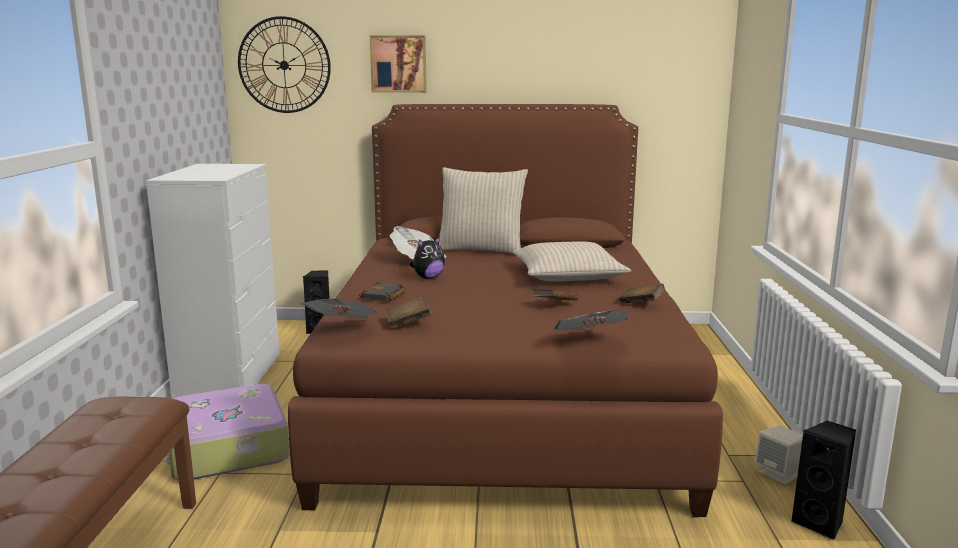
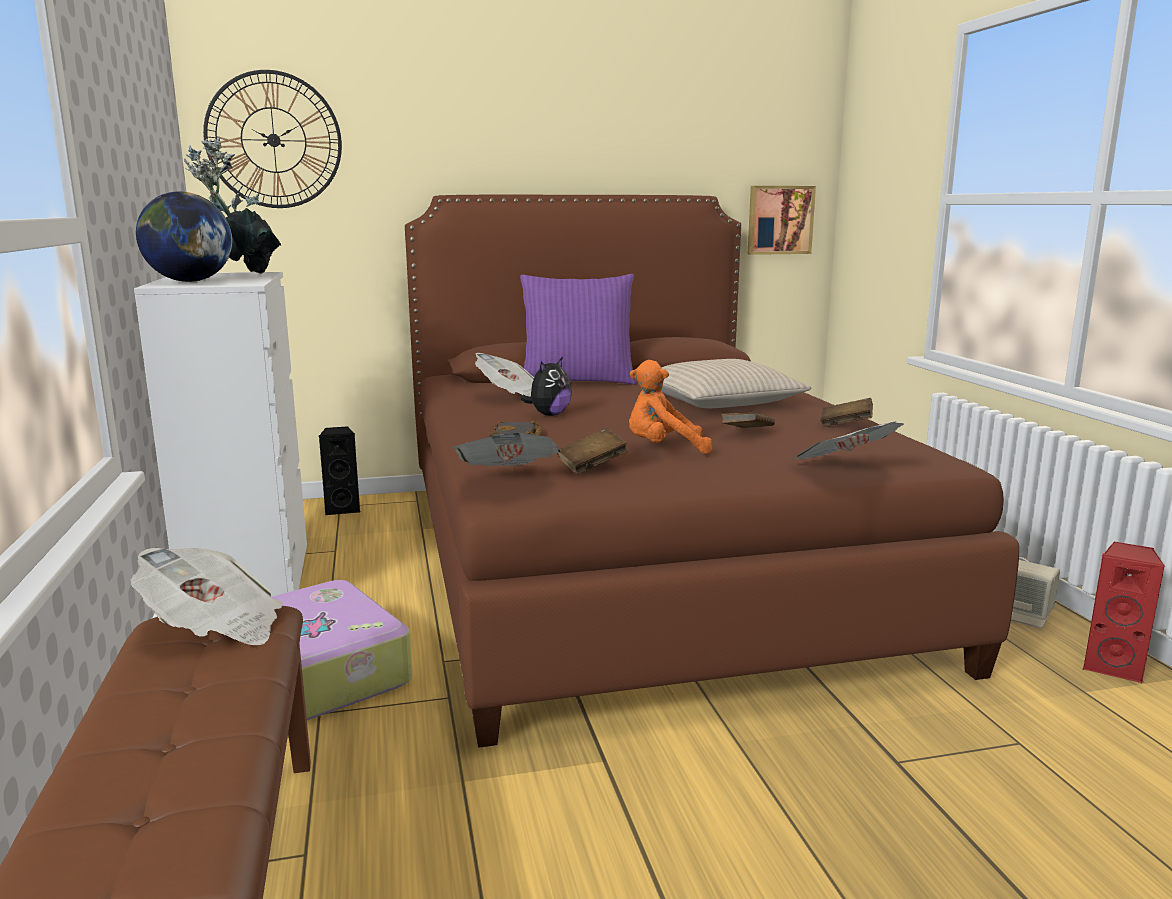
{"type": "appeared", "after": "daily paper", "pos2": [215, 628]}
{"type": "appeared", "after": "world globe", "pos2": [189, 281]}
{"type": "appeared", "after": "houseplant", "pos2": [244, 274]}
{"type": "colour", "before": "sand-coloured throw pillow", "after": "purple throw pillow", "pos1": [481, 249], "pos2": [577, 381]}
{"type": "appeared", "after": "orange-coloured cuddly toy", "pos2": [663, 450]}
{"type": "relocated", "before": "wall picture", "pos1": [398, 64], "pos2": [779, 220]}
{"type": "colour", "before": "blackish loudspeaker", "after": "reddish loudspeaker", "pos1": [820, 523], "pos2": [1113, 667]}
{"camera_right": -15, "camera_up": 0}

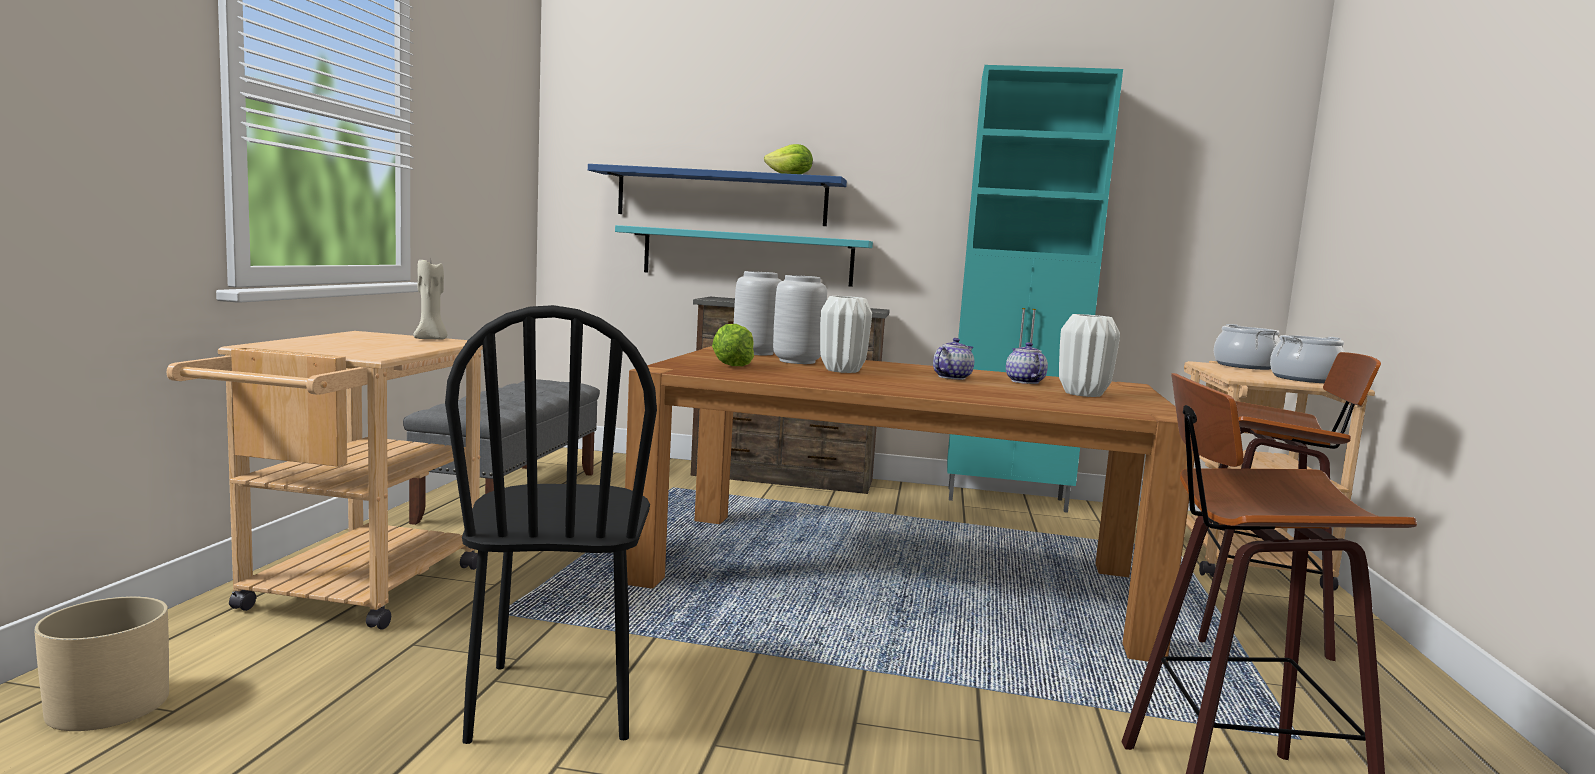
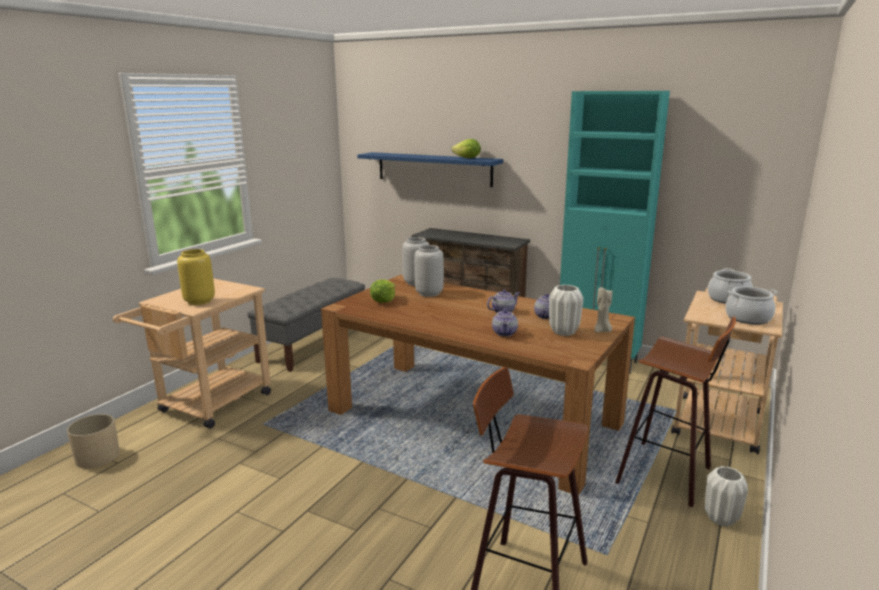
{"type": "appeared", "after": "yellowish decorative vase", "pos2": [200, 301]}
{"type": "appeared", "after": "teapot", "pos2": [505, 333]}
{"type": "relocated", "before": "sand-coloured wax light", "pos1": [431, 339], "pos2": [602, 331]}
{"type": "relocated", "before": "whitish decorative vase", "pos1": [842, 370], "pos2": [721, 519]}
{"type": "missing", "before": "blackish upright chair", "pos1": [555, 701]}
{"type": "missing", "before": "turquoise bracket shelf", "pos1": [747, 256]}
{"camera_right": 20, "camera_up": 10}

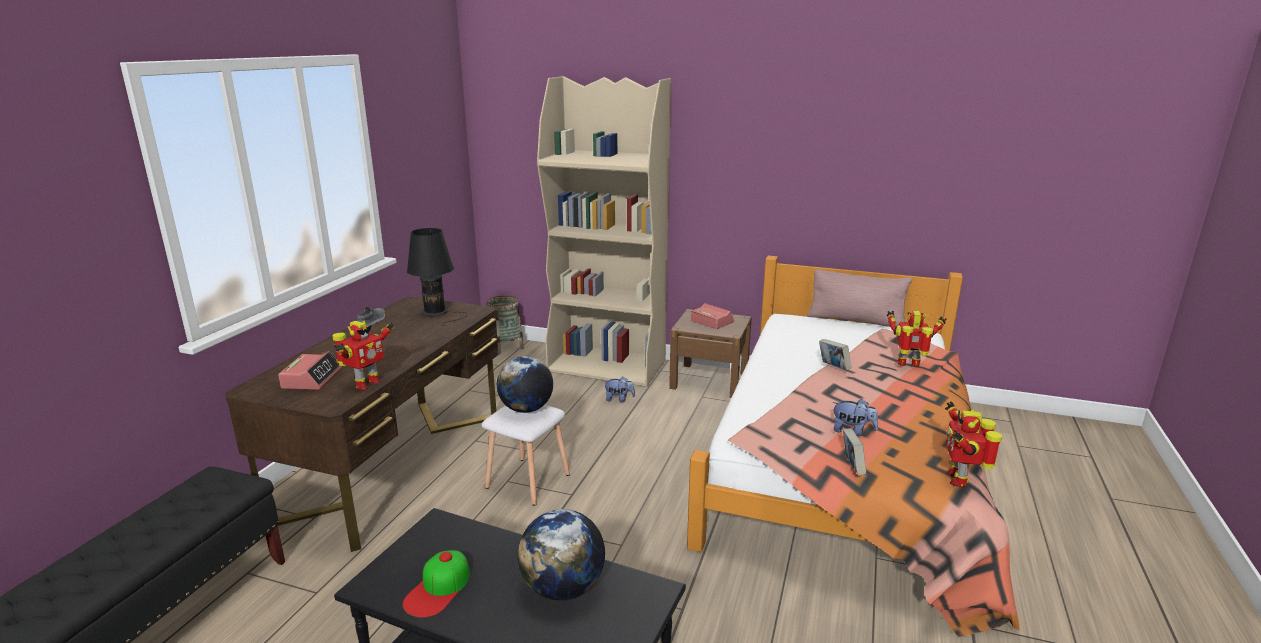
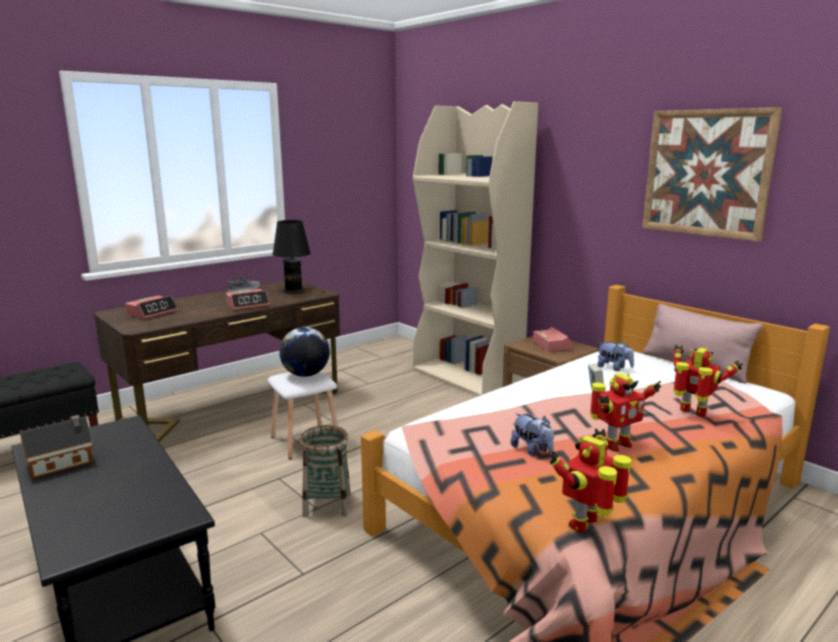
{"type": "exchanged", "before": "cap", "after": "toy house", "pos1": [438, 589], "pos2": [63, 462]}
{"type": "appeared", "after": "bedside clock", "pos2": [248, 305]}
{"type": "relocated", "before": "basket", "pos1": [505, 347], "pos2": [327, 504]}
{"type": "relocated", "before": "model robot", "pos1": [366, 384], "pos2": [615, 445]}
{"type": "relocated", "before": "cuddly toy", "pos1": [619, 399], "pos2": [614, 368]}
{"type": "appeared", "after": "wall picture", "pos2": [706, 173]}
{"type": "missing", "before": "world globe", "pos1": [563, 588]}
{"type": "missing", "before": "book", "pos1": [852, 467]}
{"camera_right": 30, "camera_up": -5}

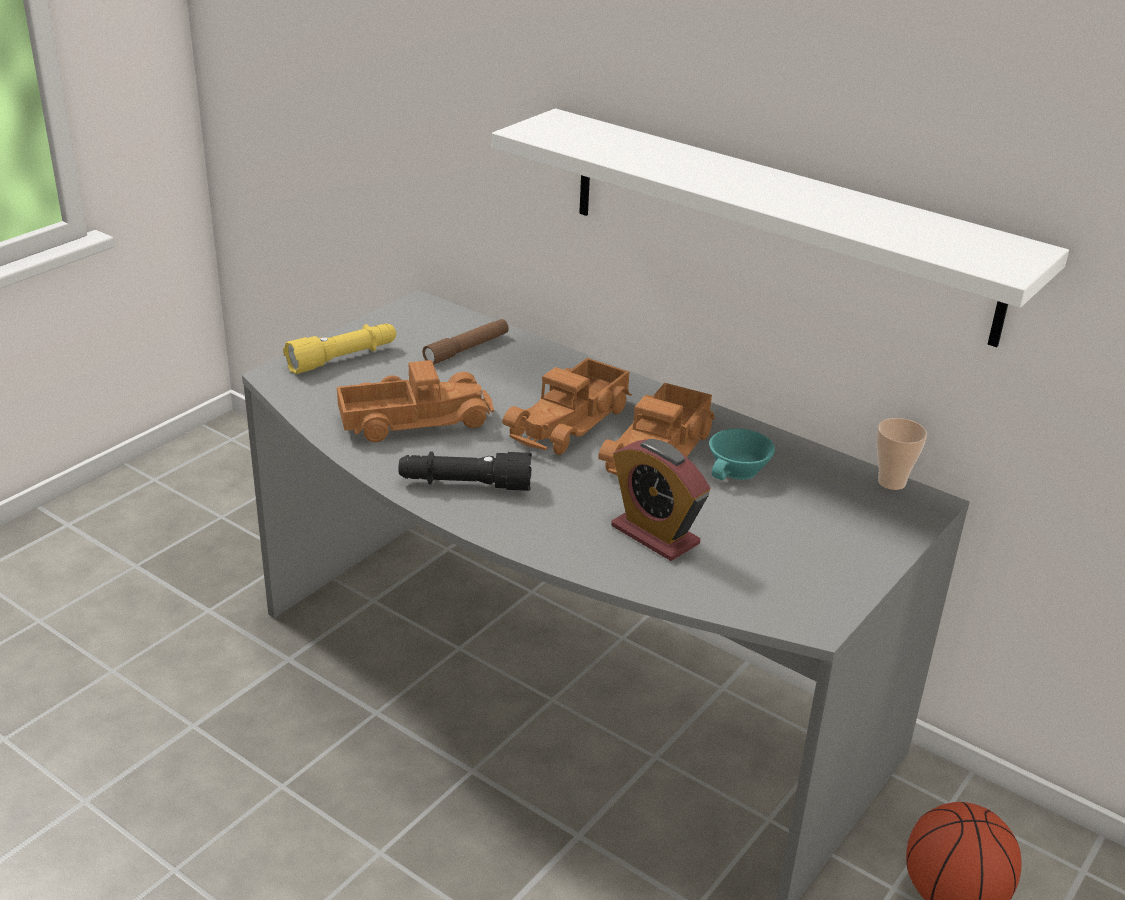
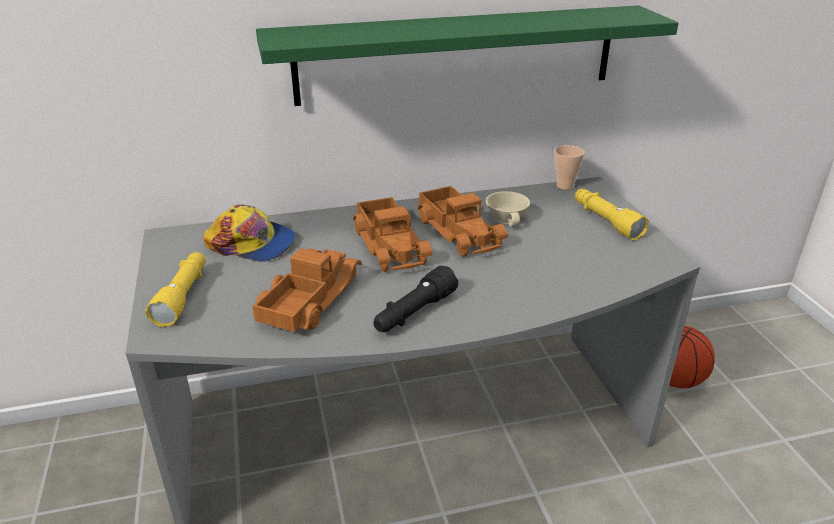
{"type": "exchanged", "before": "brownish hand torch", "after": "cap", "pos1": [467, 349], "pos2": [252, 244]}
{"type": "colour", "before": "whitish bracket shelf", "after": "greenish bracket shelf", "pos1": [777, 223], "pos2": [457, 54]}
{"type": "colour", "before": "turquoise cup", "after": "sand-coloured cup", "pos1": [739, 471], "pos2": [508, 218]}
{"type": "appeared", "after": "yellowish hand torch", "pos2": [605, 221]}
{"type": "missing", "before": "bedside clock", "pos1": [655, 535]}
{"camera_right": -50, "camera_up": 0}

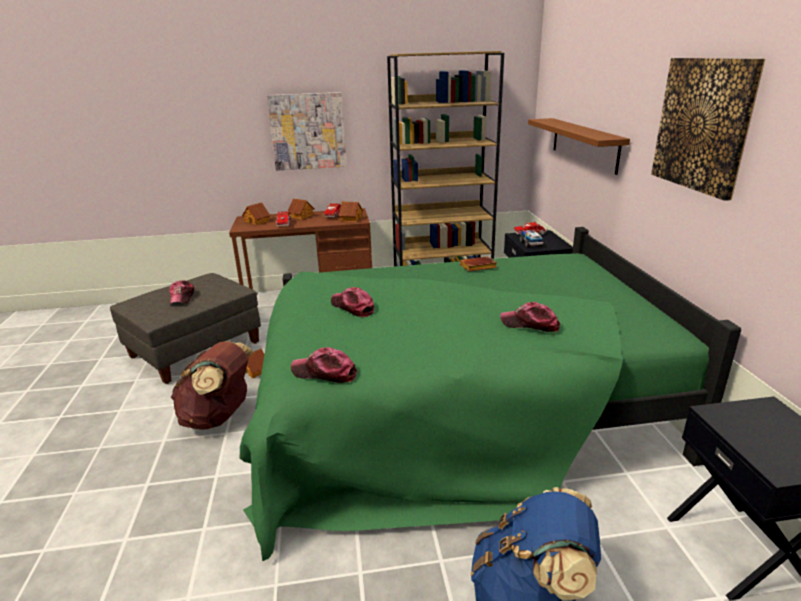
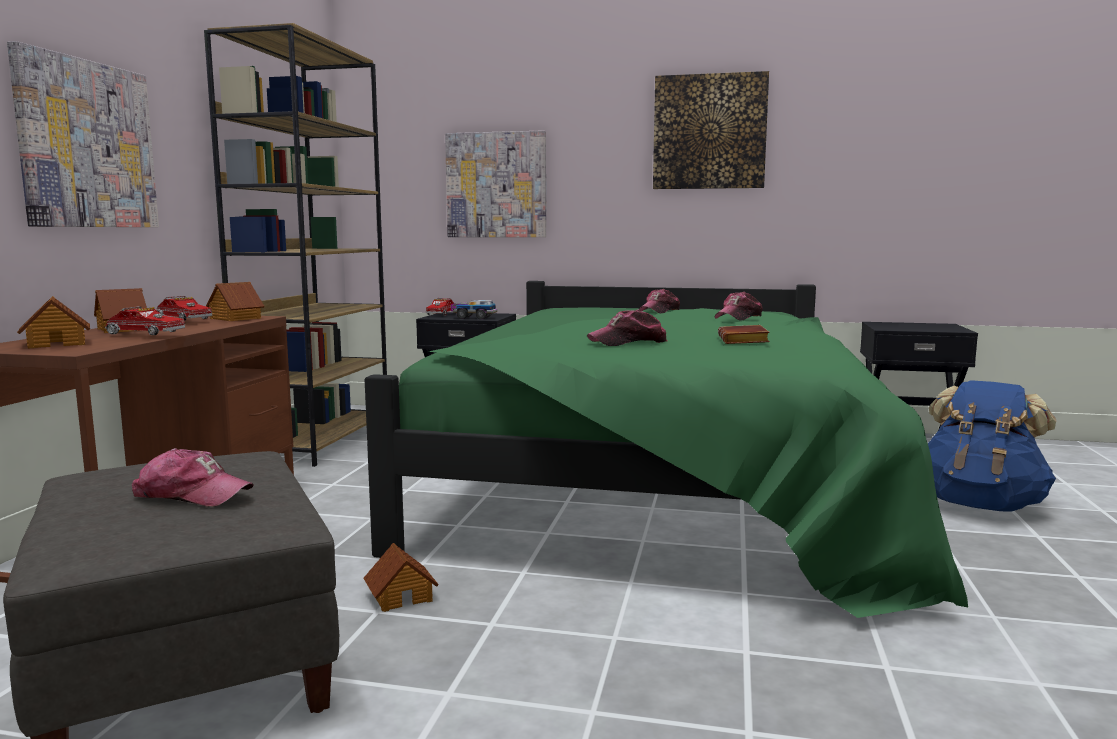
{"type": "exchanged", "before": "brownish bracket shelf", "after": "wall picture", "pos1": [584, 144], "pos2": [496, 185]}
{"type": "relocated", "before": "cap", "pos1": [324, 373], "pos2": [659, 311]}
{"type": "relocated", "before": "brownish book", "pos1": [477, 267], "pos2": [745, 341]}
{"type": "missing", "before": "brownish rucksack", "pos1": [219, 417]}
{"camera_right": -70, "camera_up": -15}

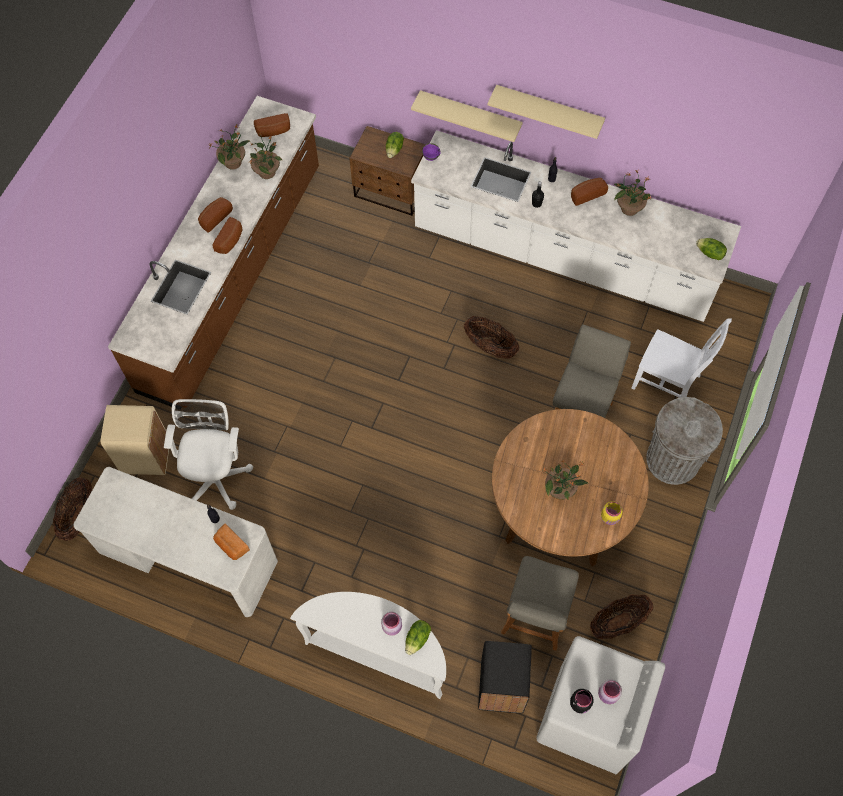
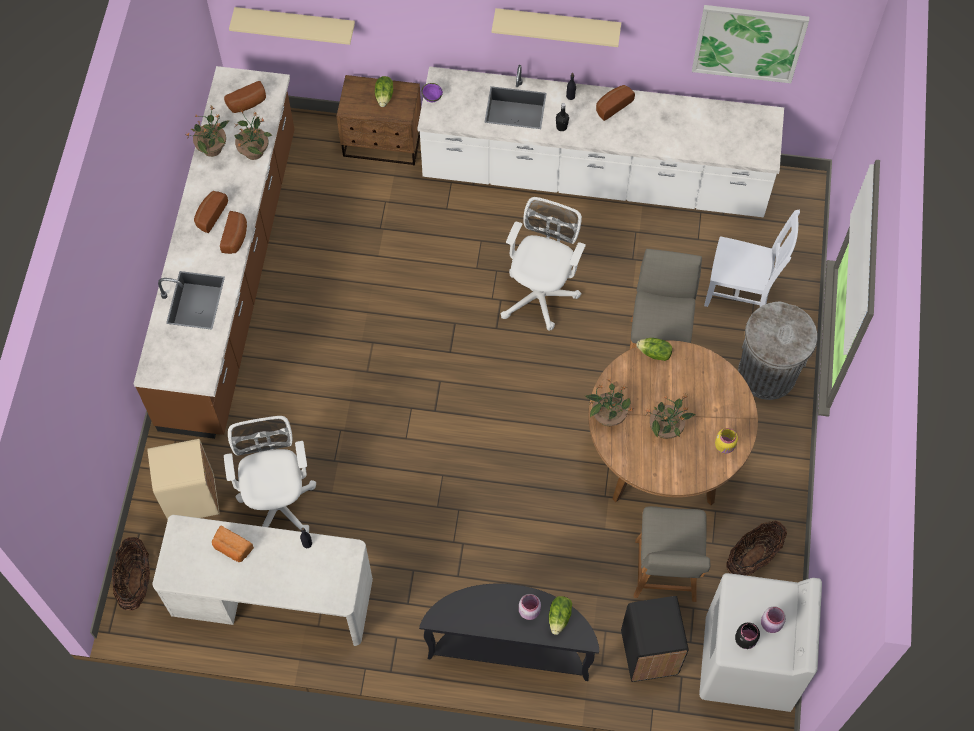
{"type": "relocated", "before": "bakery bread", "pos1": [231, 546], "pos2": [232, 548]}
{"type": "relocated", "before": "sand-coloured bracket shelf", "pos1": [470, 115], "pos2": [296, 23]}
{"type": "colour", "before": "whitish narrow table", "after": "blackish narrow table", "pos1": [379, 652], "pos2": [510, 648]}
{"type": "exchanged", "before": "basket", "after": "whitish computer chair", "pos1": [490, 346], "pos2": [540, 293]}
{"type": "relocated", "before": "houseplant", "pos1": [629, 208], "pos2": [608, 416]}
{"type": "relocated", "before": "lettuce head", "pos1": [710, 253], "pos2": [654, 353]}
{"type": "appeared", "after": "wall picture", "pos2": [749, 42]}
{"camera_right": -15, "camera_up": 0}

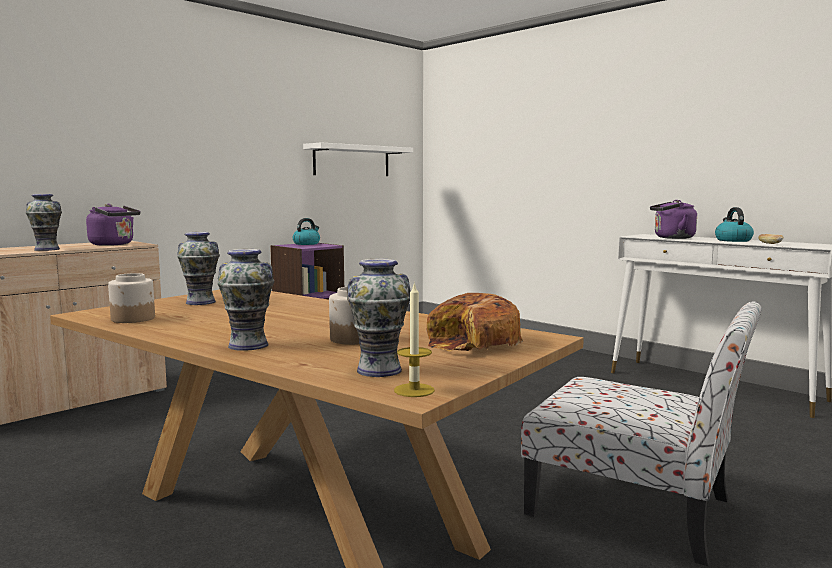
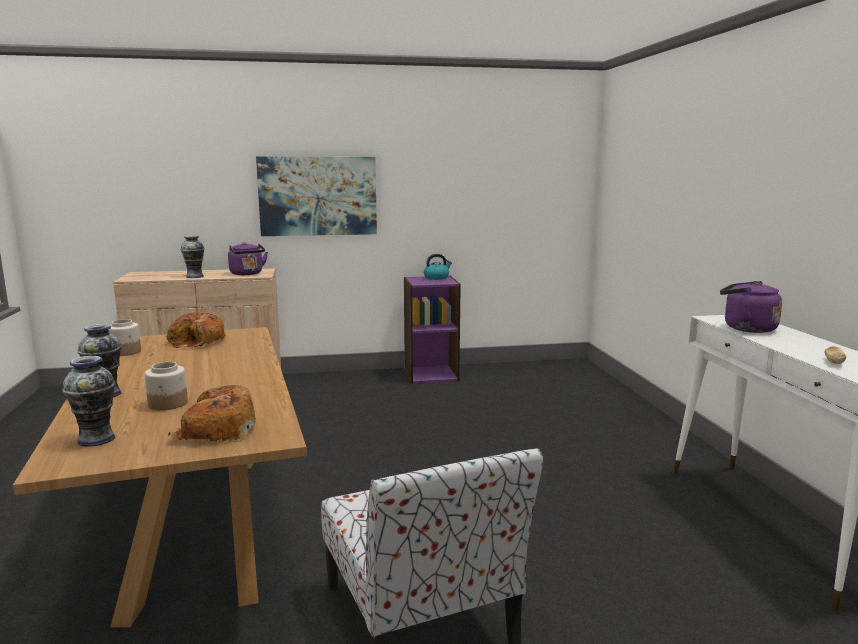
{"type": "exchanged", "before": "decorative vase", "after": "bakery bread", "pos1": [201, 302], "pos2": [198, 341]}
{"type": "appeared", "after": "wall picture", "pos2": [318, 196]}
{"type": "missing", "before": "whitish bracket shelf", "pos1": [352, 161]}
{"type": "missing", "before": "wax light", "pos1": [414, 390]}
{"type": "missing", "before": "water kettle", "pos1": [732, 240]}
{"camera_right": 35, "camera_up": 5}

